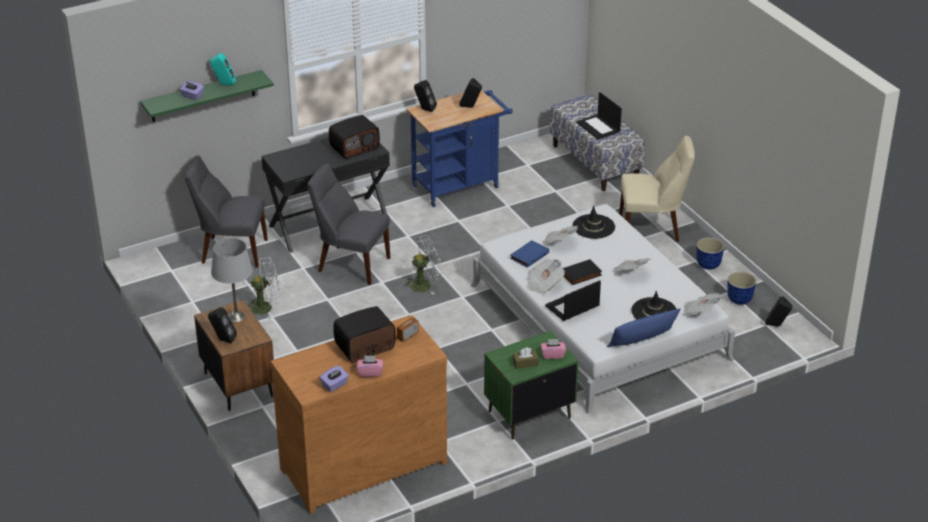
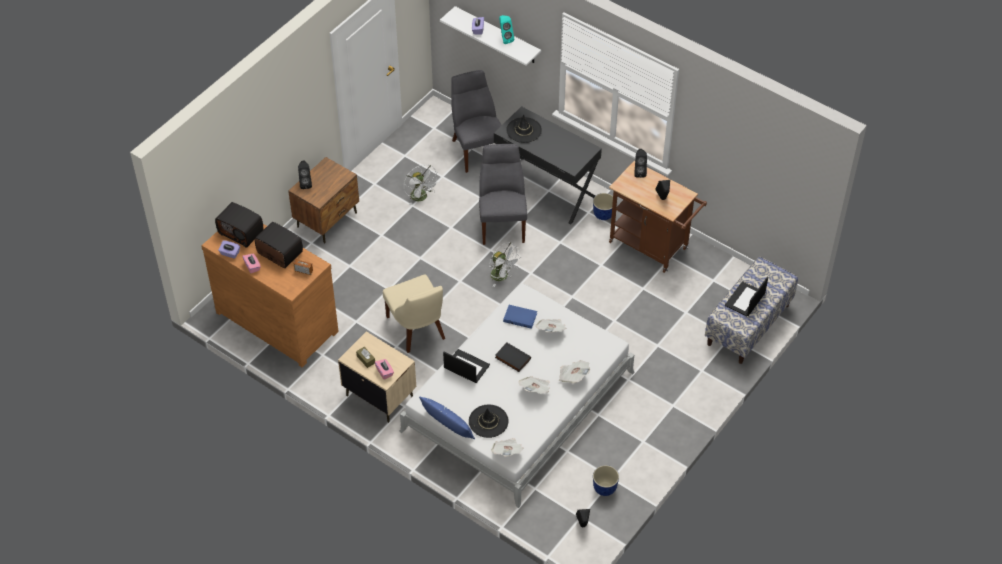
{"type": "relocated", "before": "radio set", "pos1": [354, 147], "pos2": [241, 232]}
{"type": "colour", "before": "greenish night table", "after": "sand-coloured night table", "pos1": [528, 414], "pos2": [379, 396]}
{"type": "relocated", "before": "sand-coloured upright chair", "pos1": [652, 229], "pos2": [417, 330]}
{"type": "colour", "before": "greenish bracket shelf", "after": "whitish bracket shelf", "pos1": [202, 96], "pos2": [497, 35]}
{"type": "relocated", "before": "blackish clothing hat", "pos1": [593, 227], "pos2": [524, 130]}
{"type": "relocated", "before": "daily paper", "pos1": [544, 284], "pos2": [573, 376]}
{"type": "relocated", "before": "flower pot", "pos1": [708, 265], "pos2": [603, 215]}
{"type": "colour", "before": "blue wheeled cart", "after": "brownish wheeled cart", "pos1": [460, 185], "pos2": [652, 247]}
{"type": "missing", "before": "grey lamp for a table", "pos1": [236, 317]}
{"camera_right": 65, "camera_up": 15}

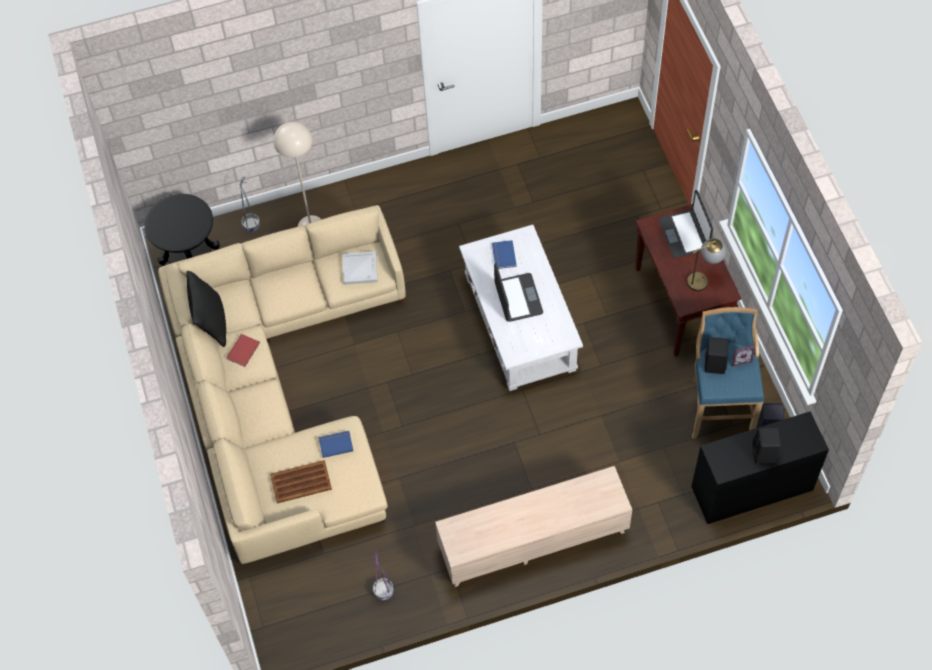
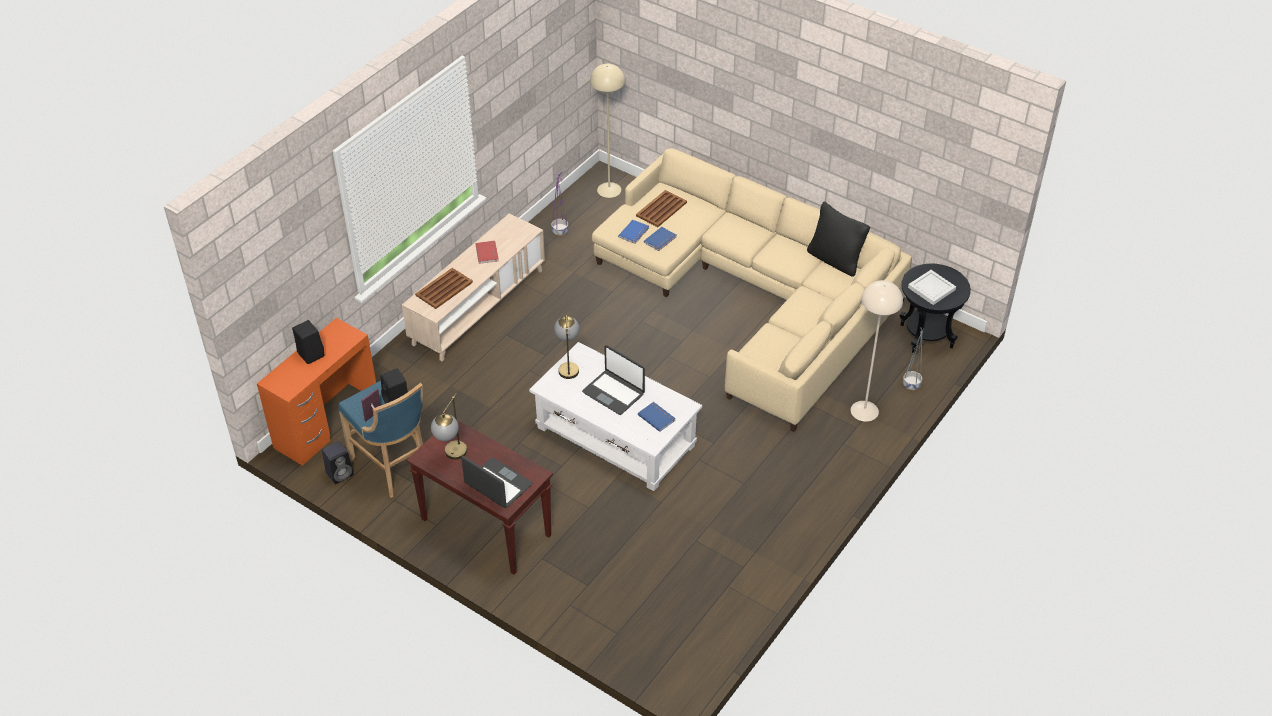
{"type": "colour", "before": "blackish desk table", "after": "orange-coloured desk table", "pos1": [752, 489], "pos2": [326, 423]}
{"type": "appeared", "after": "brownish tray", "pos2": [443, 289]}
{"type": "relocated", "before": "reddish book", "pos1": [242, 351], "pos2": [488, 253]}
{"type": "appeared", "after": "lamp for a table", "pos2": [568, 366]}
{"type": "appeared", "after": "sand-coloured floor lamp", "pos2": [609, 189]}
{"type": "appeared", "after": "blue book", "pos2": [634, 233]}
{"type": "relocated", "before": "whitish tray", "pos1": [359, 268], "pos2": [932, 288]}
{"camera_right": 140, "camera_up": -15}

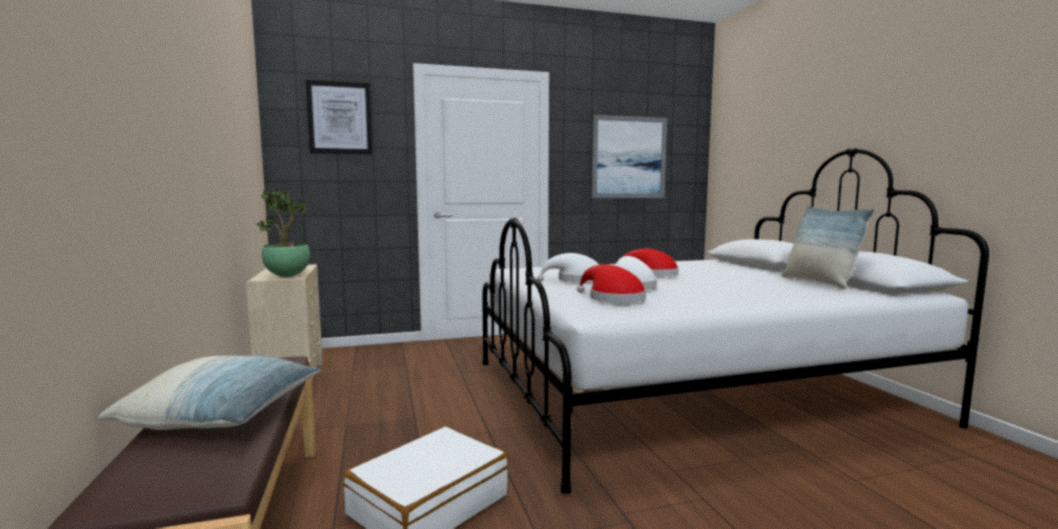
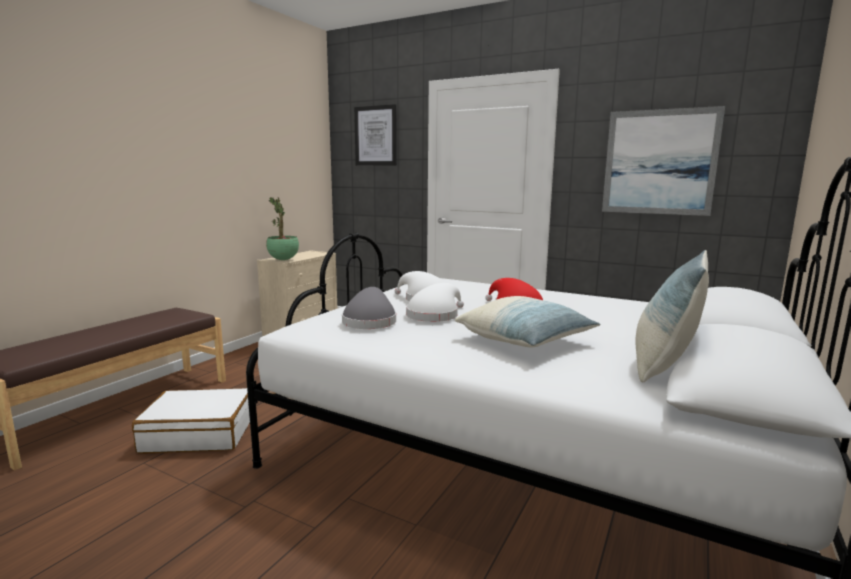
{"type": "colour", "before": "reddish clothing hat", "after": "grey clothing hat", "pos1": [612, 299], "pos2": [369, 321]}
{"type": "relocated", "before": "throw pillow", "pos1": [224, 416], "pos2": [525, 341]}
{"camera_right": 45, "camera_up": 5}

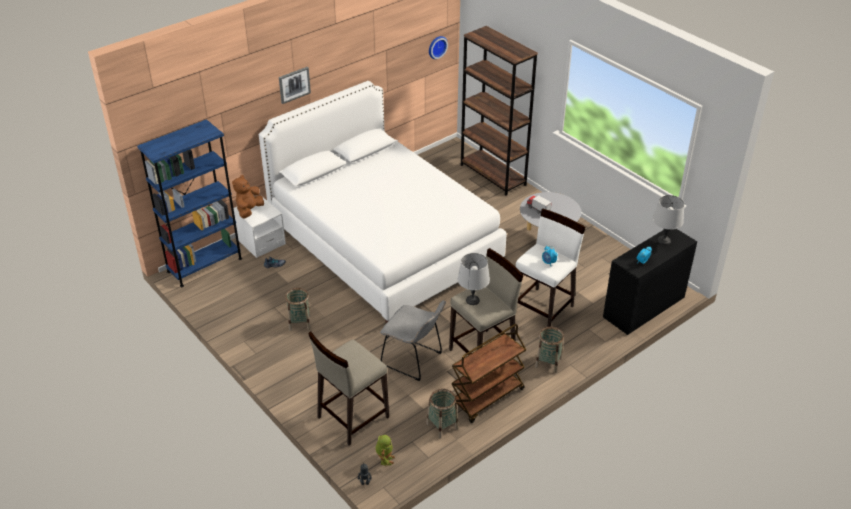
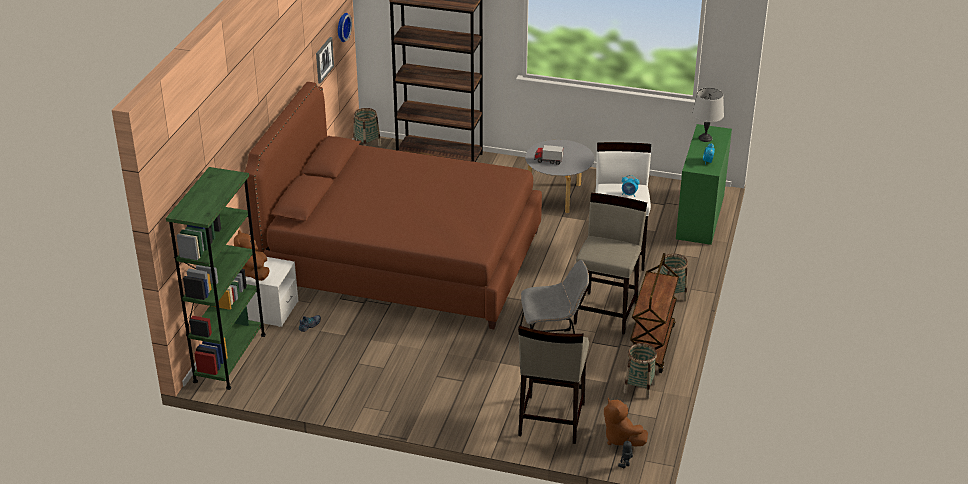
{"type": "colour", "before": "blue shelving unit", "after": "greenish shelving unit", "pos1": [204, 265], "pos2": [230, 357]}
{"type": "colour", "before": "whitish sleeping bed", "after": "brownish sleeping bed", "pos1": [384, 243], "pos2": [402, 259]}
{"type": "relocated", "before": "wall picture", "pos1": [294, 84], "pos2": [324, 59]}
{"type": "relocated", "before": "basket", "pos1": [300, 322], "pos2": [367, 145]}
{"type": "exchanged", "before": "model robot", "after": "brownish cuddly toy", "pos1": [385, 459], "pos2": [620, 438]}
{"type": "colour", "before": "blackish desk table", "after": "greenish desk table", "pos1": [644, 307], "pos2": [700, 216]}
{"type": "missing", "before": "grey lamp for a table", "pos1": [472, 300]}
{"camera_right": -35, "camera_up": -5}

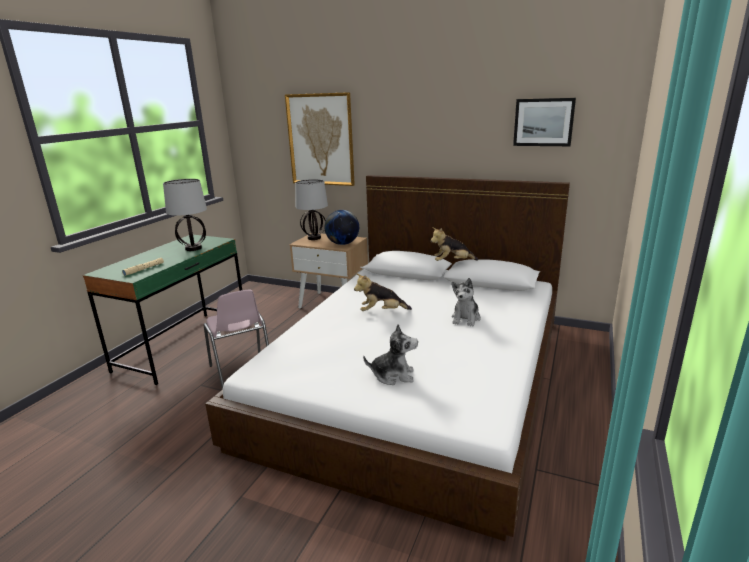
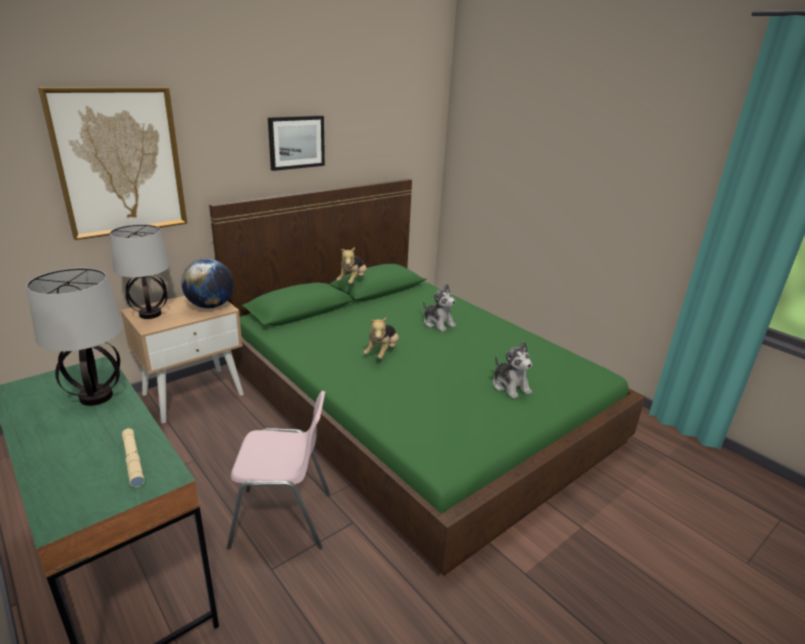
{"type": "colour", "before": "whitish sleeping bed", "after": "greenish sleeping bed", "pos1": [417, 376], "pos2": [413, 400]}
{"type": "relocated", "before": "wall picture", "pos1": [543, 122], "pos2": [296, 142]}
{"type": "spun", "before": "cuddly toy", "pos1": [393, 375], "pos2": [510, 386], "turn": 120}
{"camera_right": -65, "camera_up": 5}

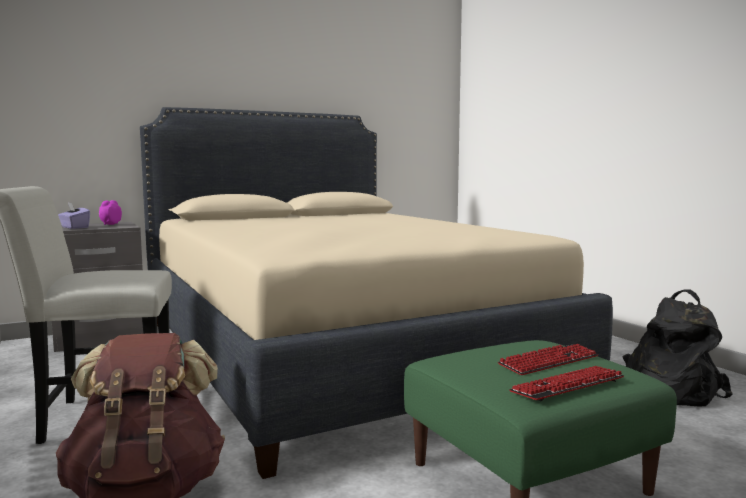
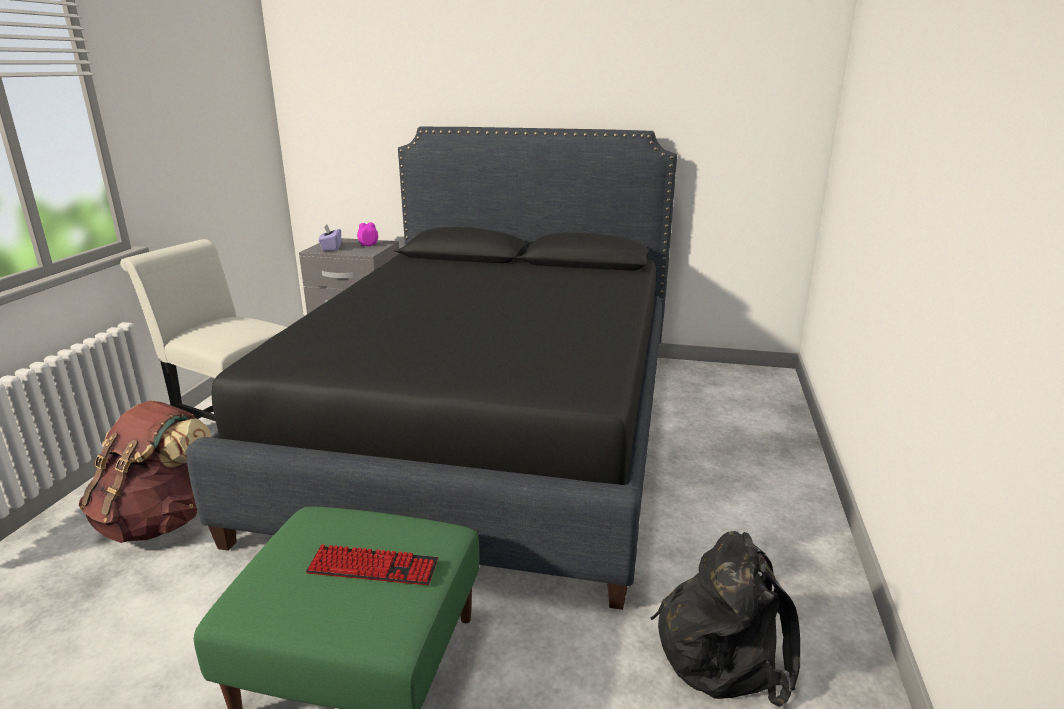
{"type": "colour", "before": "sand-coloured sleeping bed", "after": "blackish sleeping bed", "pos1": [337, 353], "pos2": [489, 432]}
{"type": "missing", "before": "keyboard", "pos1": [567, 386]}
{"camera_right": 40, "camera_up": 15}

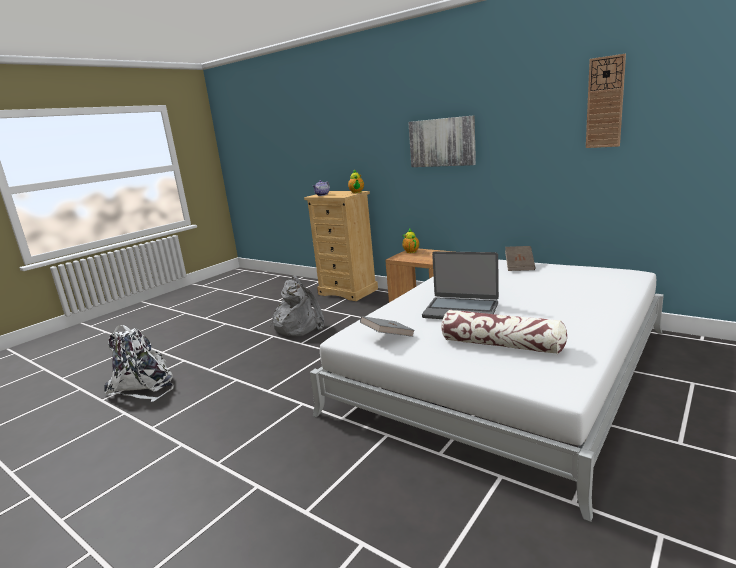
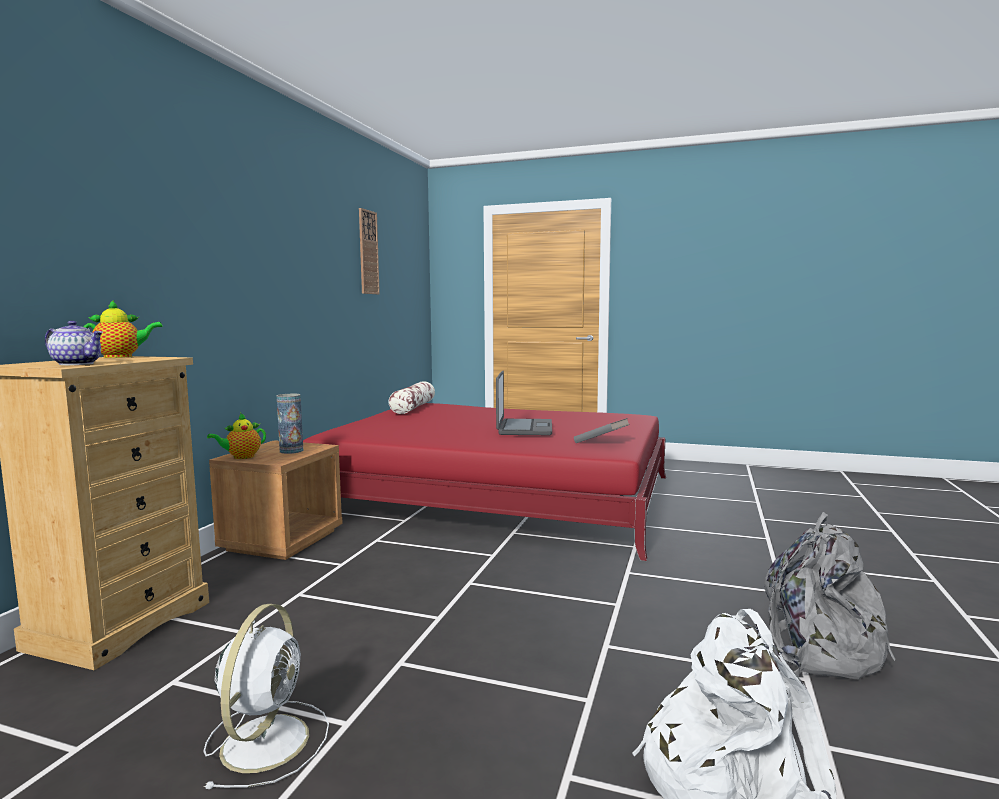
{"type": "appeared", "after": "whitish cooling fan", "pos2": [267, 739]}
{"type": "appeared", "after": "decorative vase", "pos2": [291, 451]}
{"type": "colour", "before": "whitish sleeping bed", "after": "reddish sleeping bed", "pos1": [503, 370], "pos2": [496, 495]}
{"type": "relocated", "before": "throw pillow", "pos1": [501, 345], "pos2": [413, 407]}
{"type": "relocated", "before": "grey rucksack", "pos1": [298, 327], "pos2": [813, 650]}
{"type": "missing", "before": "wall picture", "pos1": [442, 142]}
{"type": "missing", "before": "brownish book", "pos1": [519, 266]}
{"camera_right": -110, "camera_up": -10}

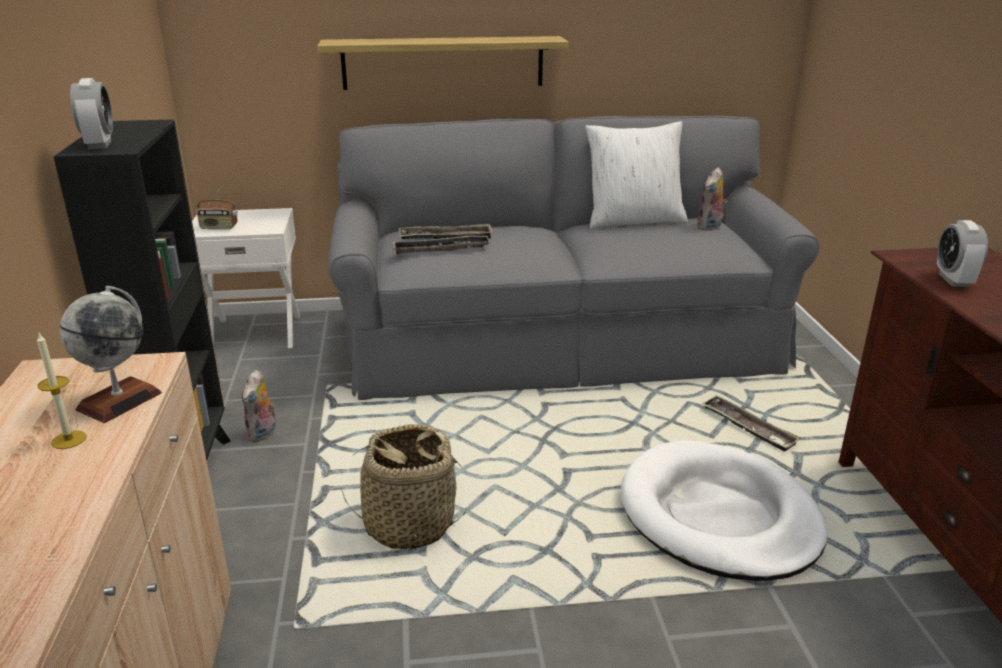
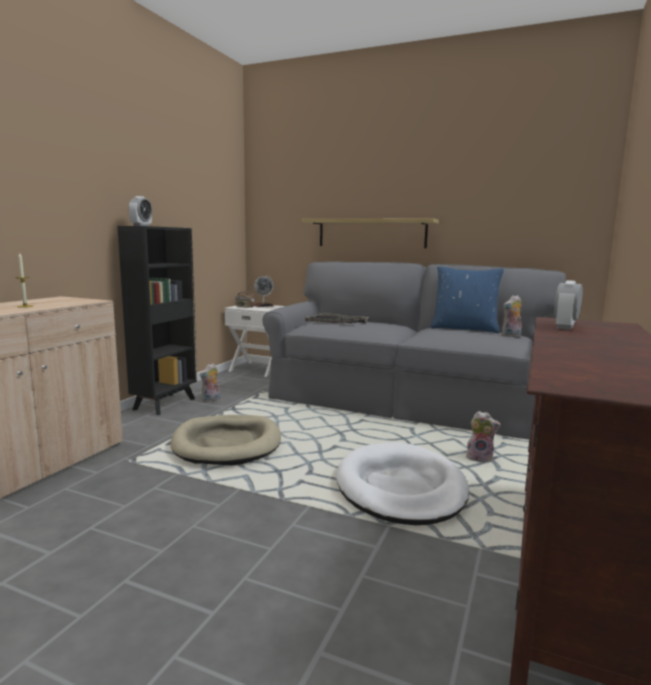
{"type": "exchanged", "before": "basket", "after": "sand-coloured pet bed", "pos1": [409, 524], "pos2": [227, 444]}
{"type": "relocated", "before": "world globe", "pos1": [119, 401], "pos2": [263, 306]}
{"type": "colour", "before": "whitish throw pillow", "after": "blue throw pillow", "pos1": [633, 220], "pos2": [464, 328]}
{"type": "exchanged", "before": "tray", "after": "cuddly toy", "pos1": [748, 428], "pos2": [480, 458]}
{"camera_right": 30, "camera_up": -15}

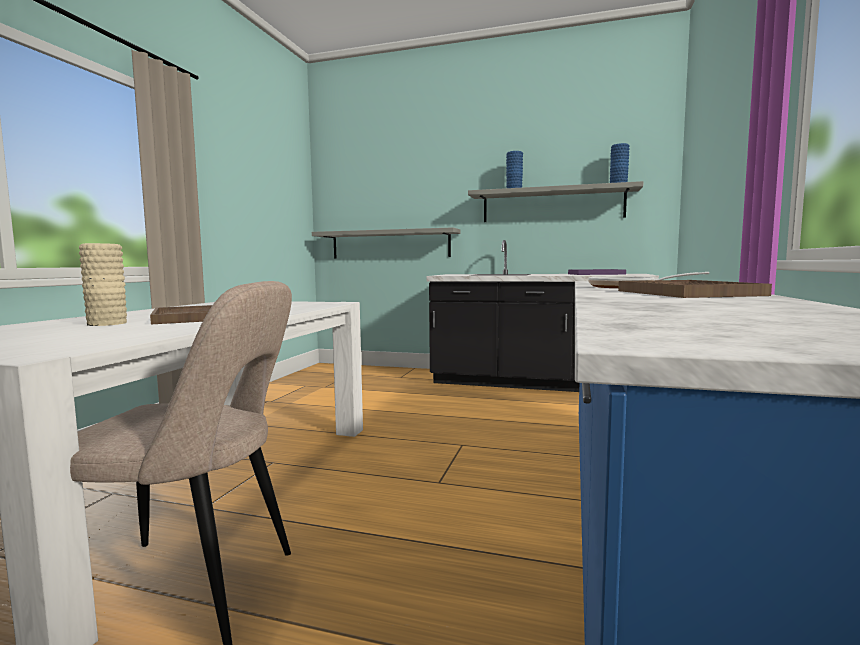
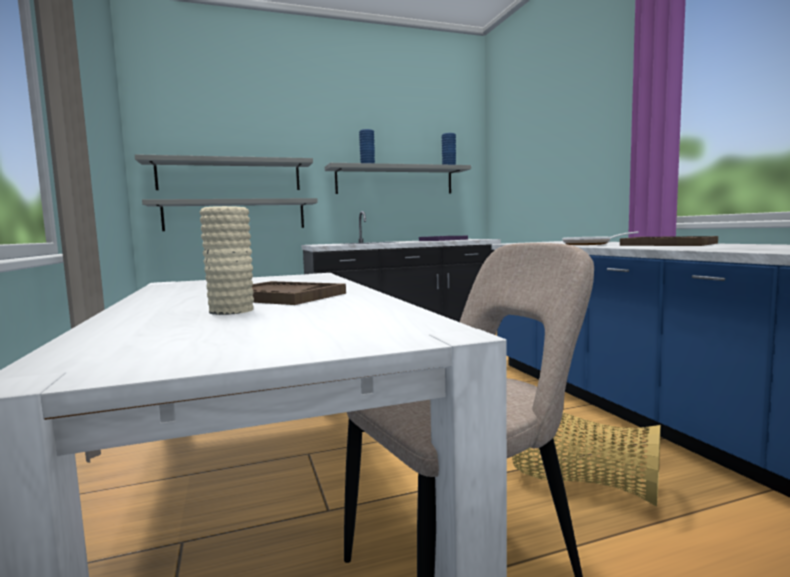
{"type": "appeared", "after": "grey bracket shelf", "pos2": [229, 175]}
{"type": "appeared", "after": "basket", "pos2": [581, 484]}
{"camera_right": -35, "camera_up": 0}

